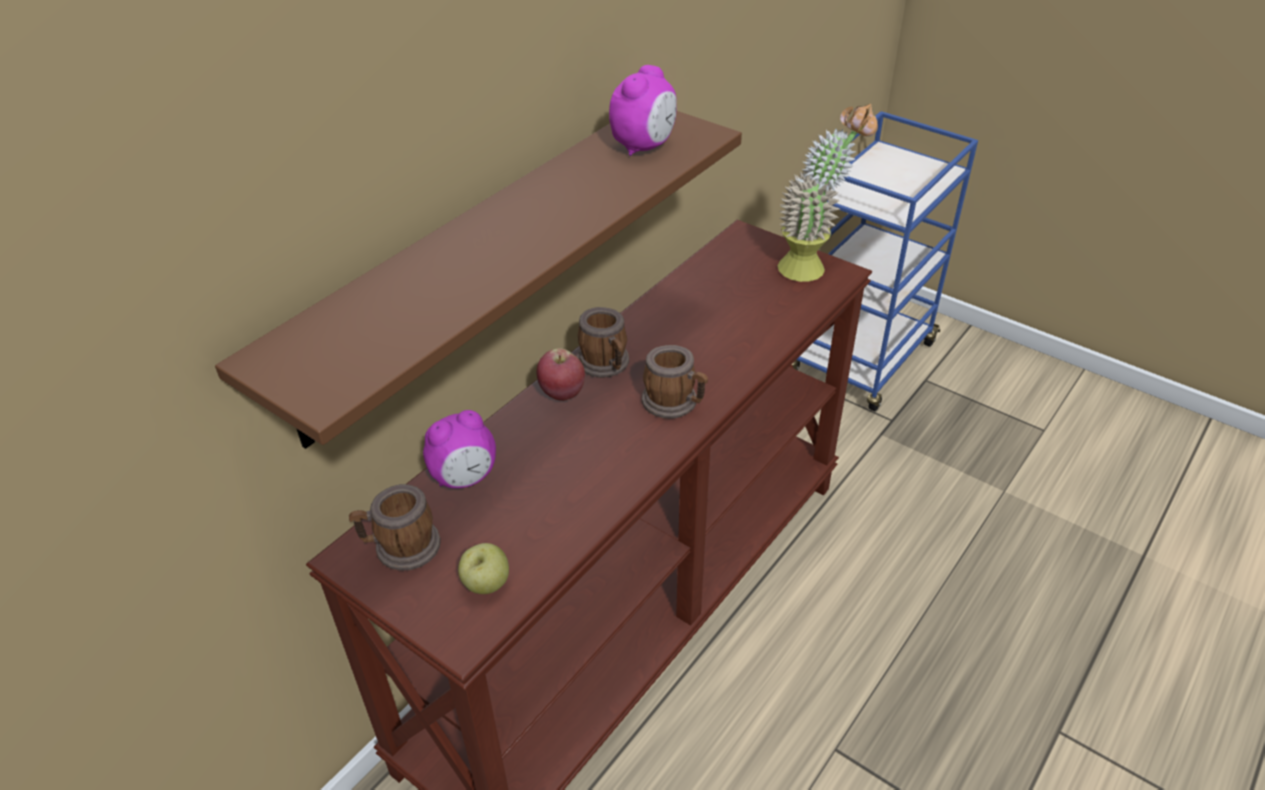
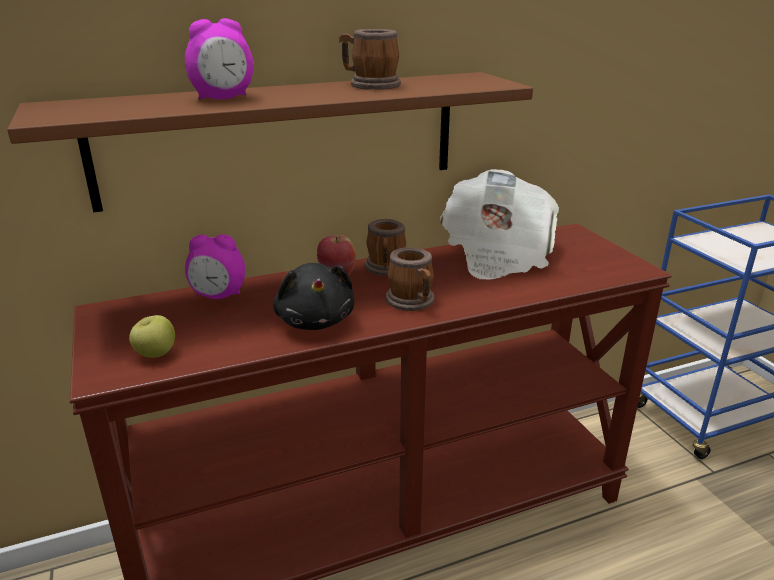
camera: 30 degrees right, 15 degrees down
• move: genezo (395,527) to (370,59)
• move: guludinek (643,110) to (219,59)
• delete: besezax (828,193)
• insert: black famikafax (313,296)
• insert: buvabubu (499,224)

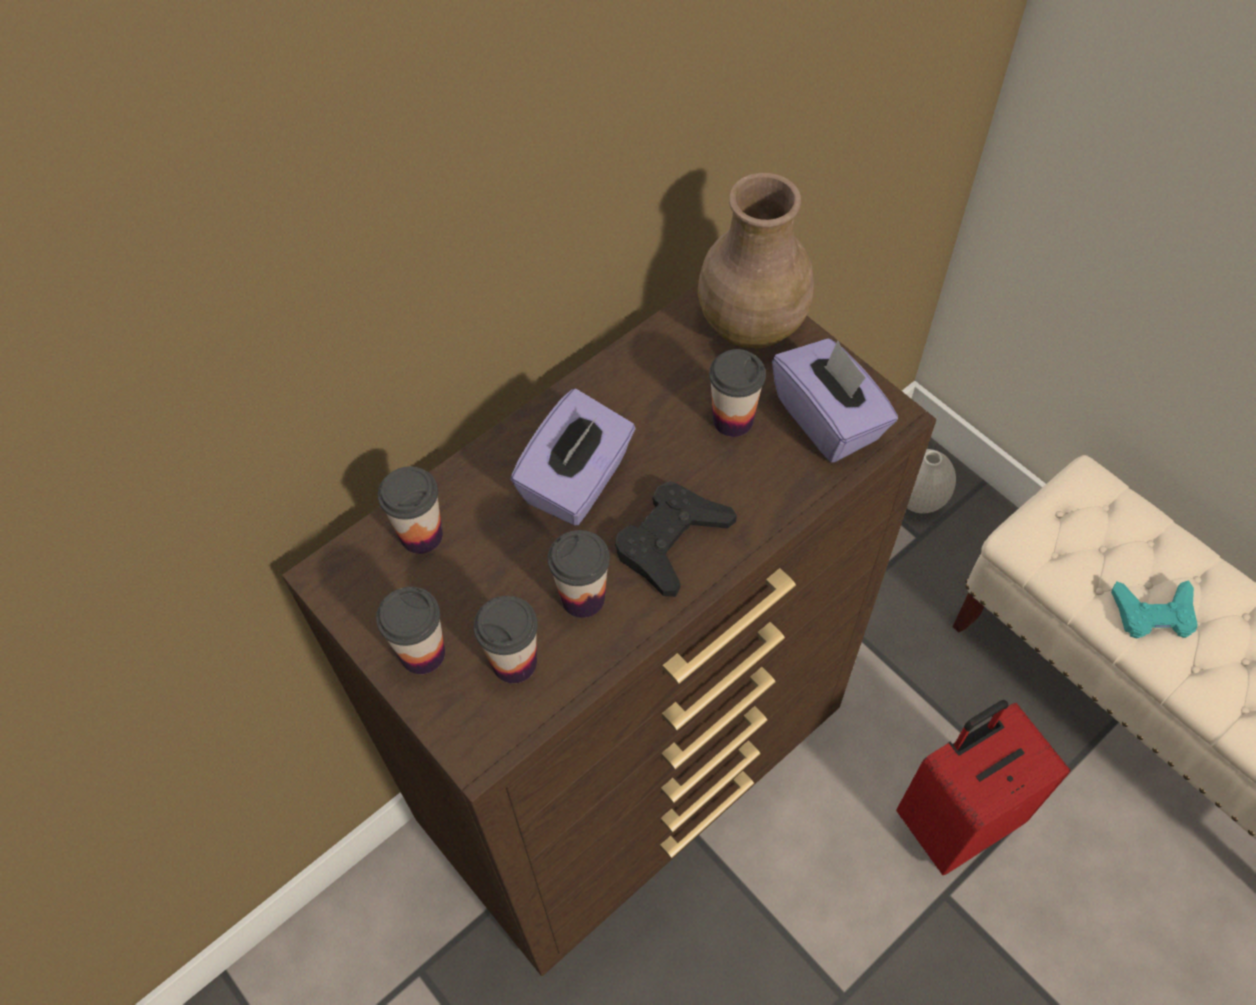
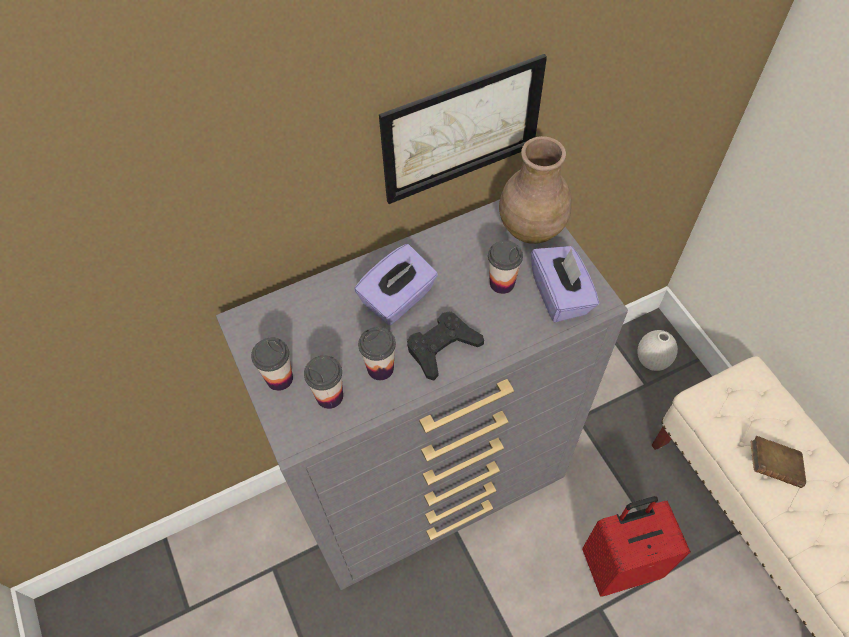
camera: 15 degrees right, 0 degrees up
• recolor: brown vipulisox (609,630) to grey vipulisox (422,395)
• delete: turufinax (410,510)
• replace: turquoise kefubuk (1154,609) to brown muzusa (778,462)
• insert: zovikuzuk (463,129)

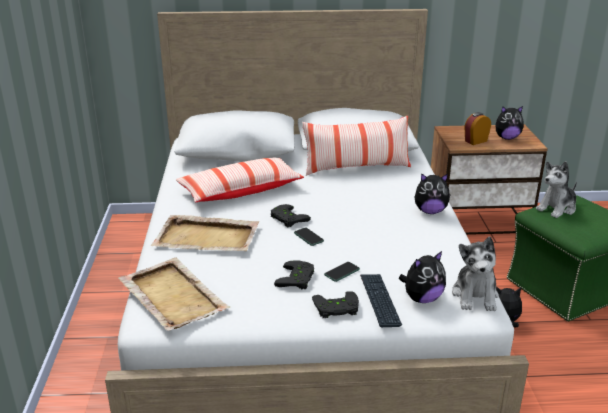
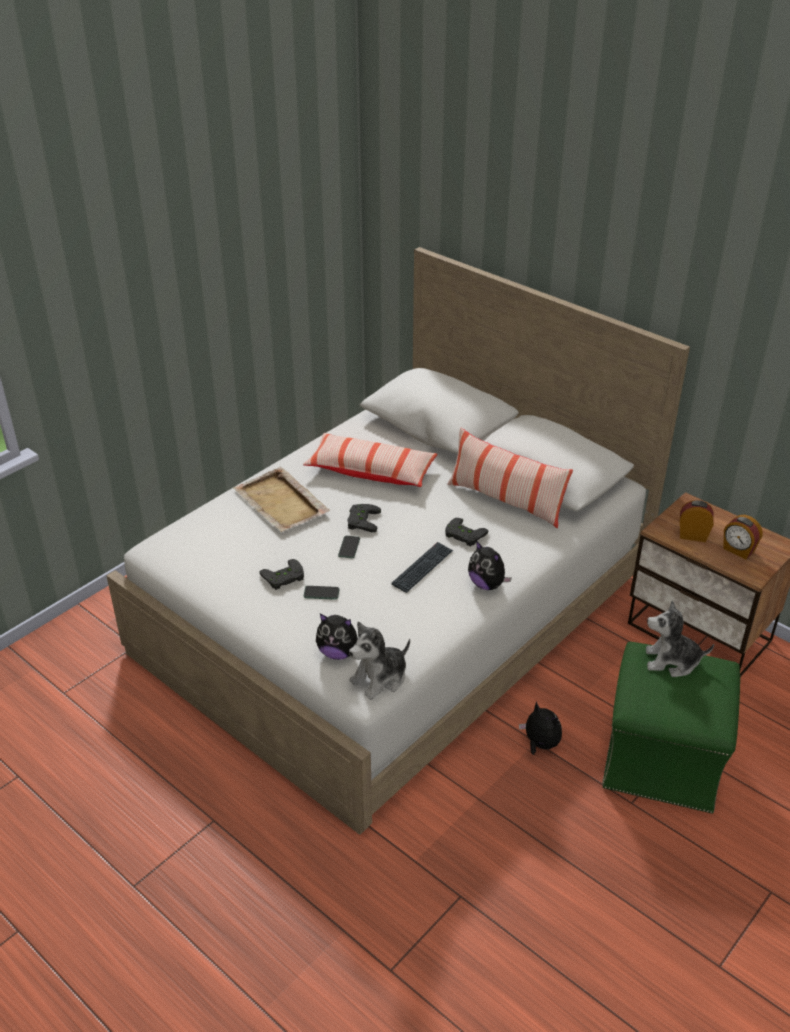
camera: 45 degrees right, 10 degrees up
• delete: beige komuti (174,294)
• move: black kefubuk (335,305) to (466,532)
• move: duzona (381,300) to (422,567)
• replace: famikafax (509,123) to guludinek (743,537)

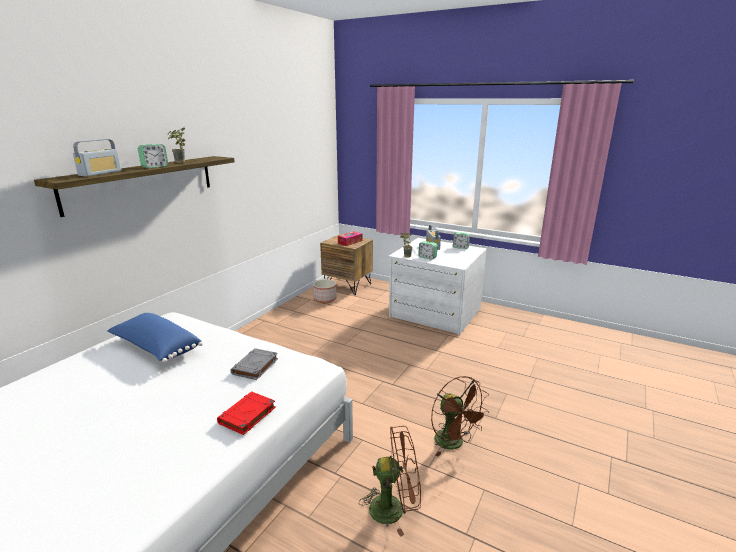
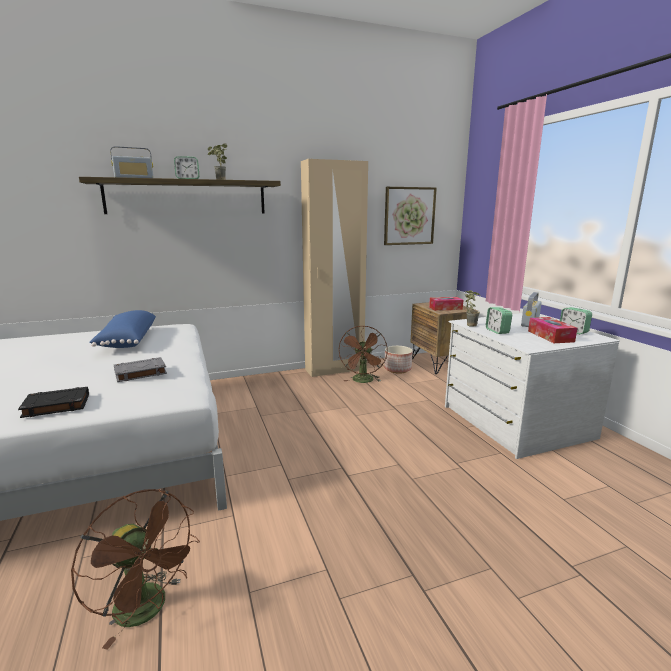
camera: 40 degrees right, 5 degrees down
• recolor: red muzusa (246,413) to black muzusa (53,402)
• move: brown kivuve (460,416) to (363,354)
• insert: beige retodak (334,268)
• insert: zovikuzuk (410,216)
• insert: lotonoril (552,330)

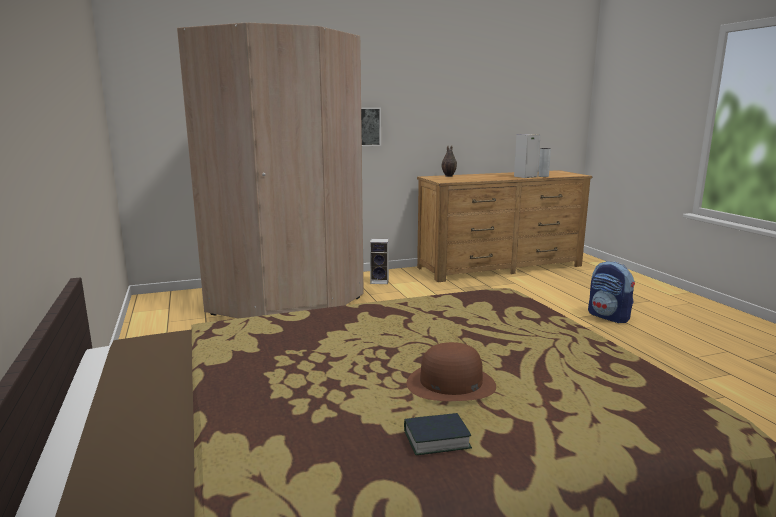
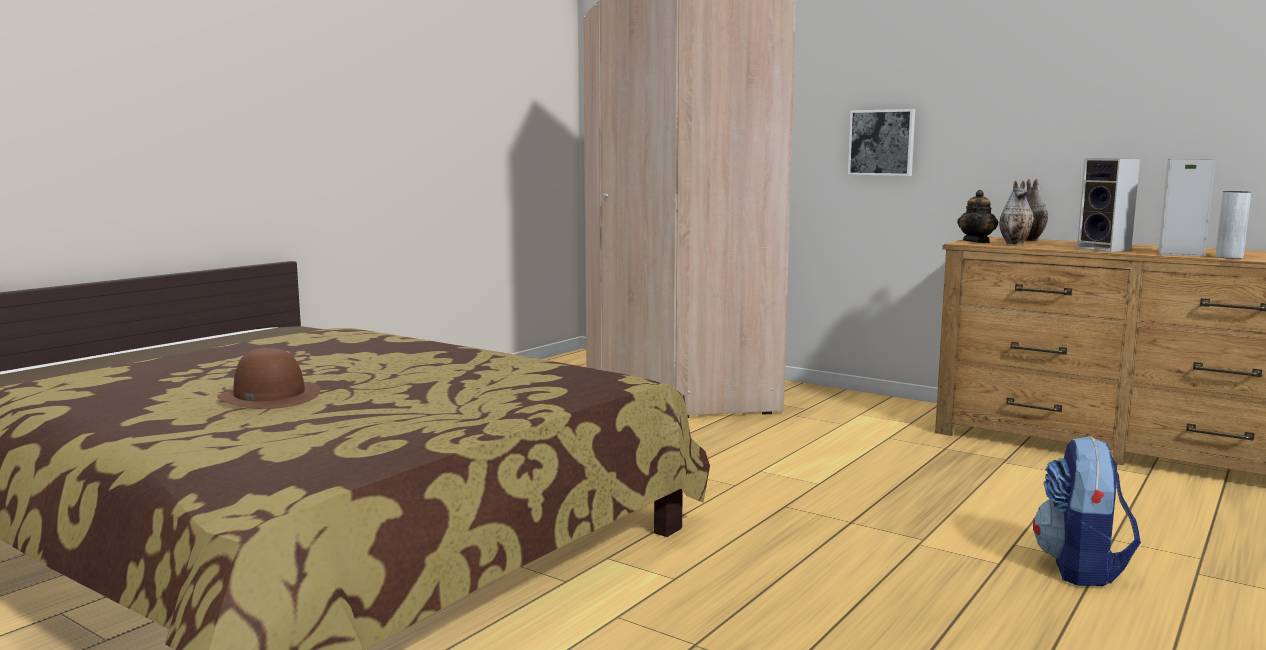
camera: 55 degrees right, 5 degrees down
• move: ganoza (379,261) to (1108,205)
• delete: muzusa (438,434)
• insert: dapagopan (977,216)
• insert: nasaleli (1016,213)

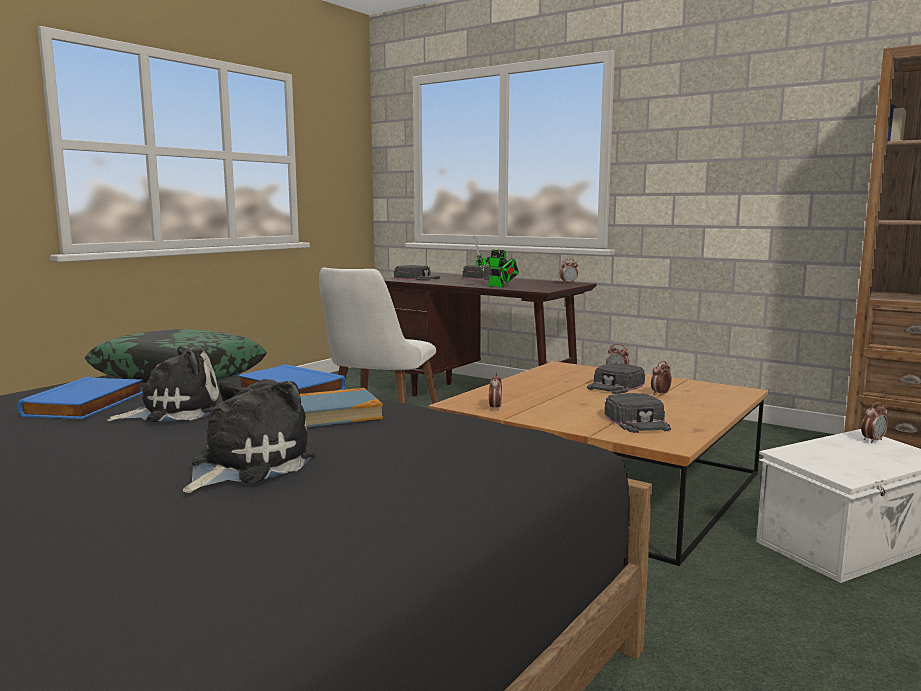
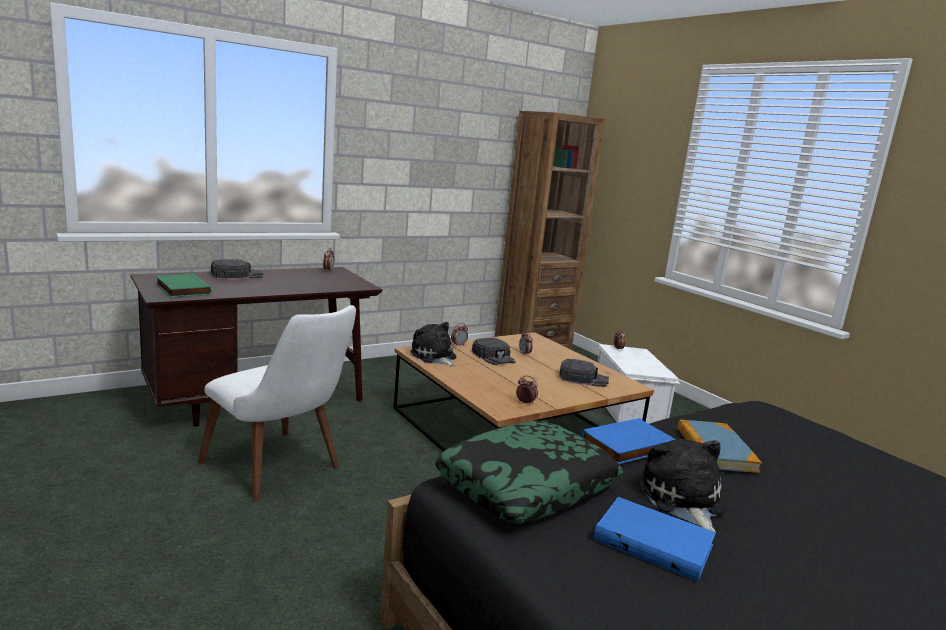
camera: 70 degrees left, 5 degrees up
• move: famikafax (249,436) to (433,344)
• replace: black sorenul (417,273) to green muzusa (183,286)
• delete: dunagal (496,261)

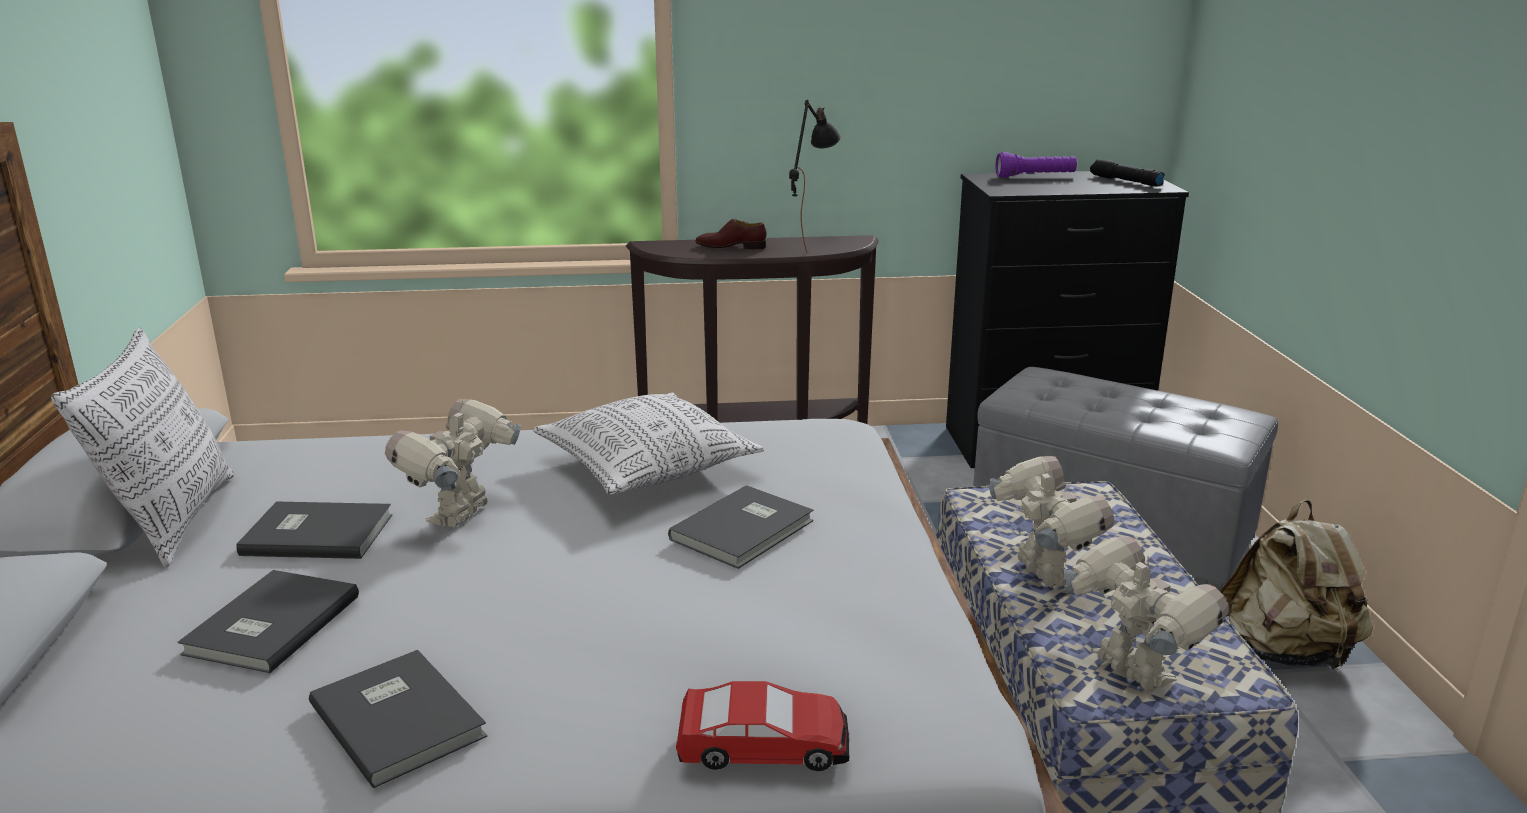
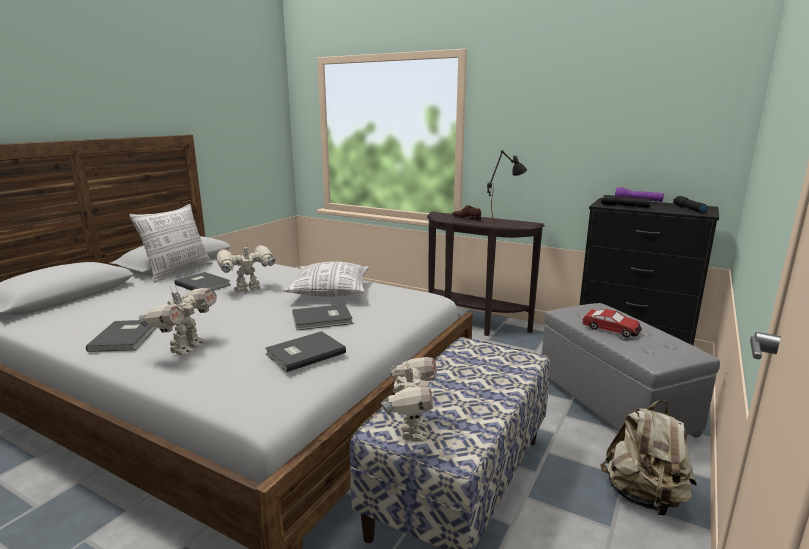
camera: 35 degrees right, 5 degrees down
• move: grey muzusa (268,621) to (305,351)
• move: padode (763,726) to (612,323)
• move: dunagal (1051,521) to (178,320)
• insert: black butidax (626,201)

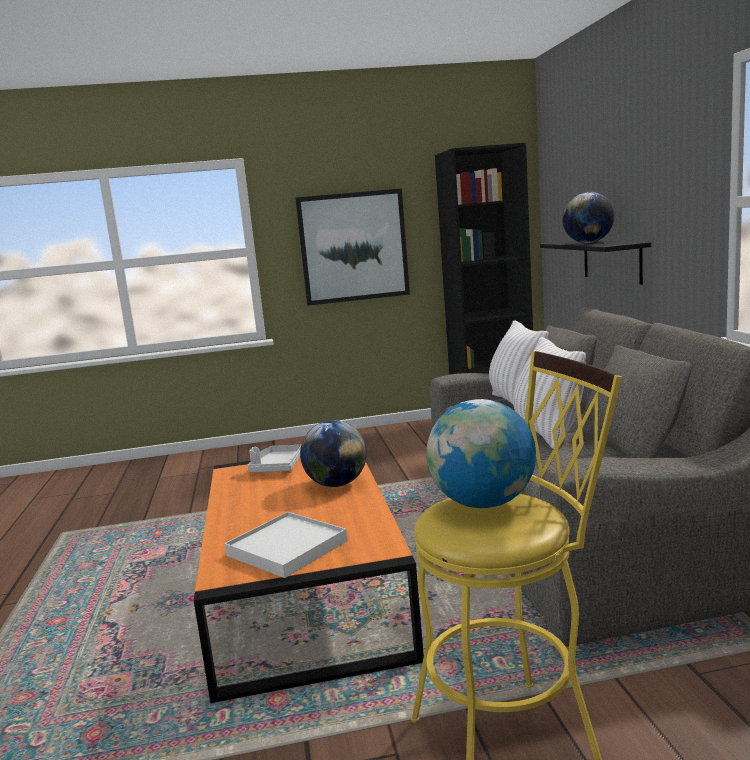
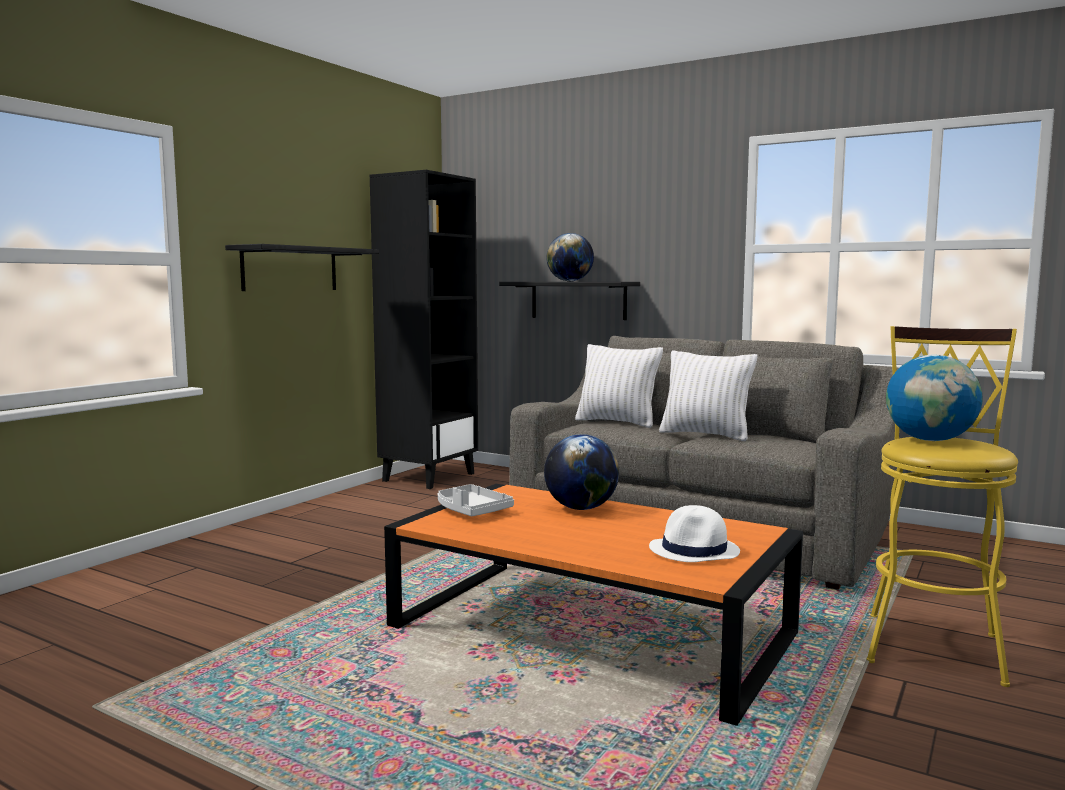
camera: 50 degrees left, 5 degrees down
• replace: white komuti (286,545) to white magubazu (694,533)
• replace: zovikuzuk (352,247) to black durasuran (302,267)

